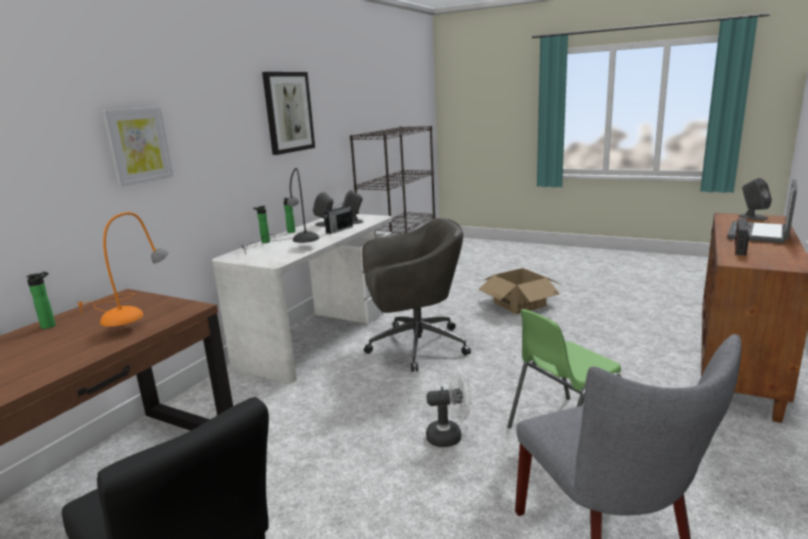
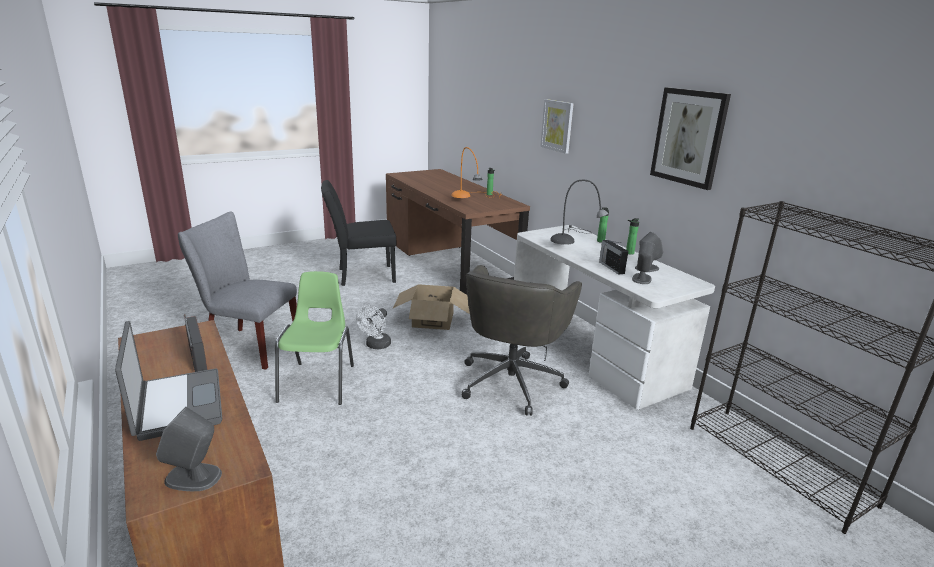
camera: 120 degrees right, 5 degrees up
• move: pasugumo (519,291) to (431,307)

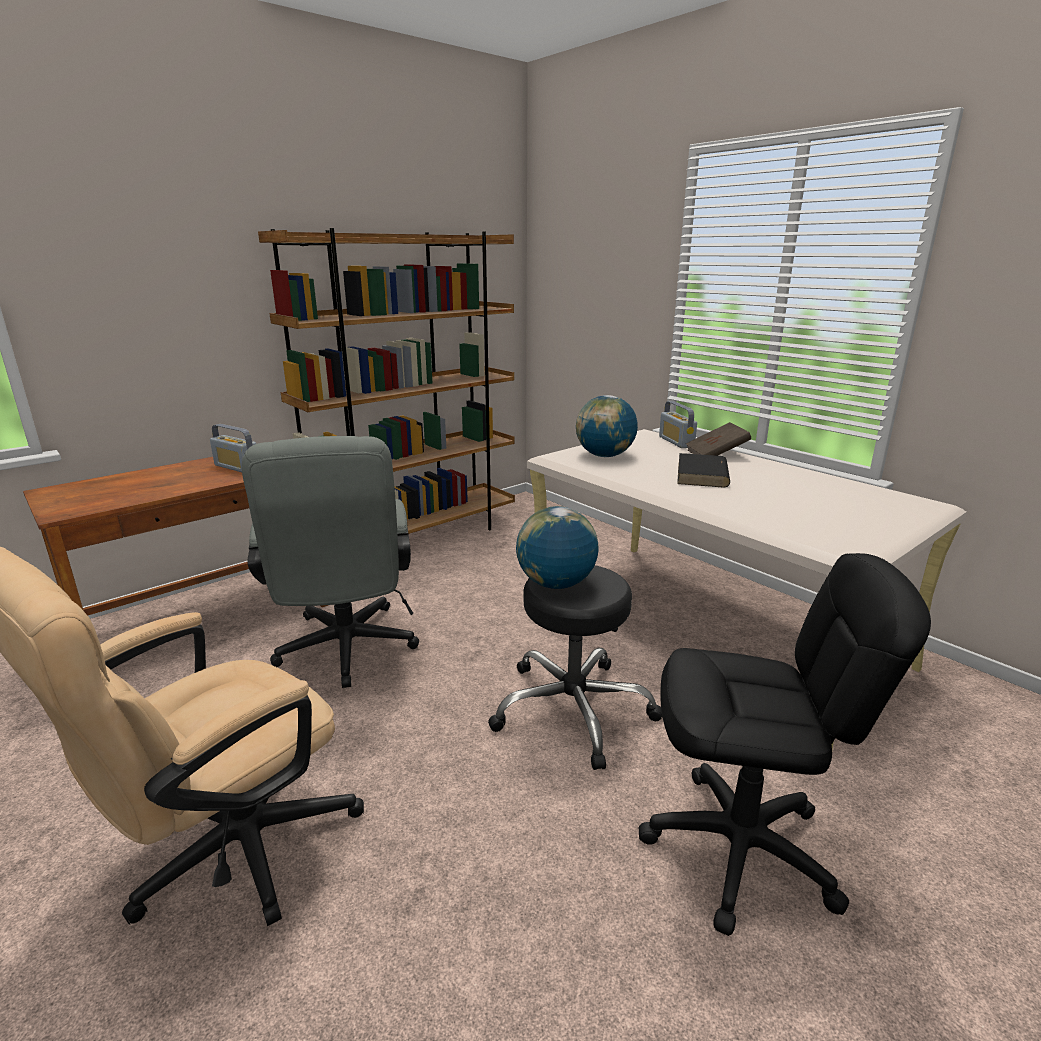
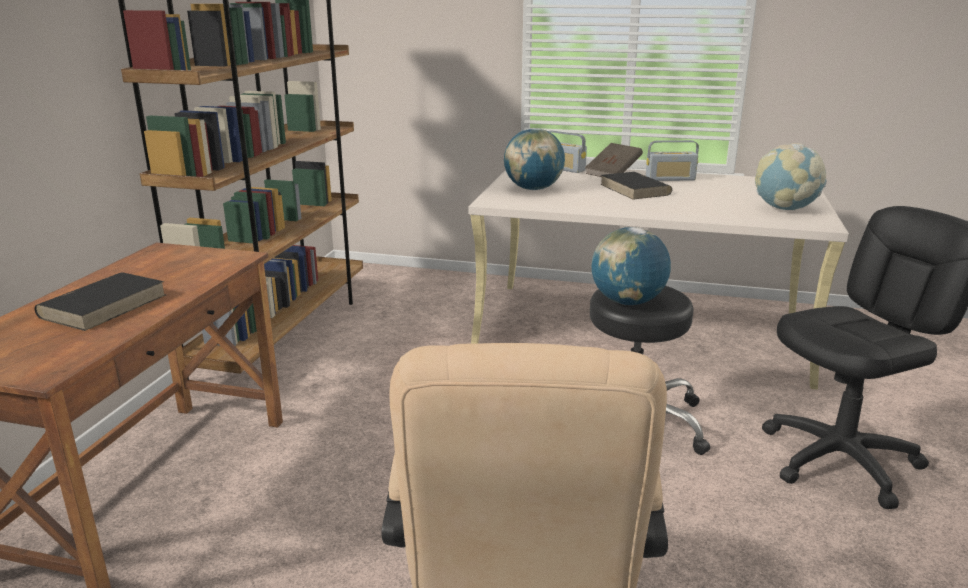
camera: 35 degrees left, 0 degrees up
• move: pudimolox (233,448) to (672,160)
• delete: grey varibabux (330,562)
• insert: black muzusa (100,301)
• insert: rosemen (791,176)

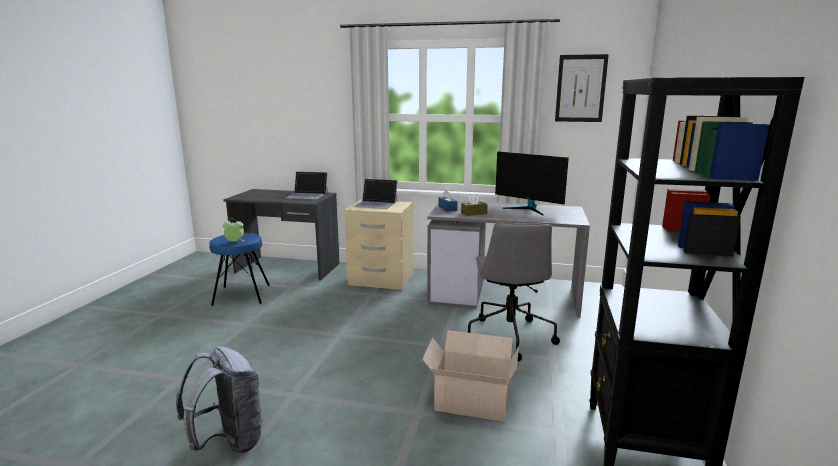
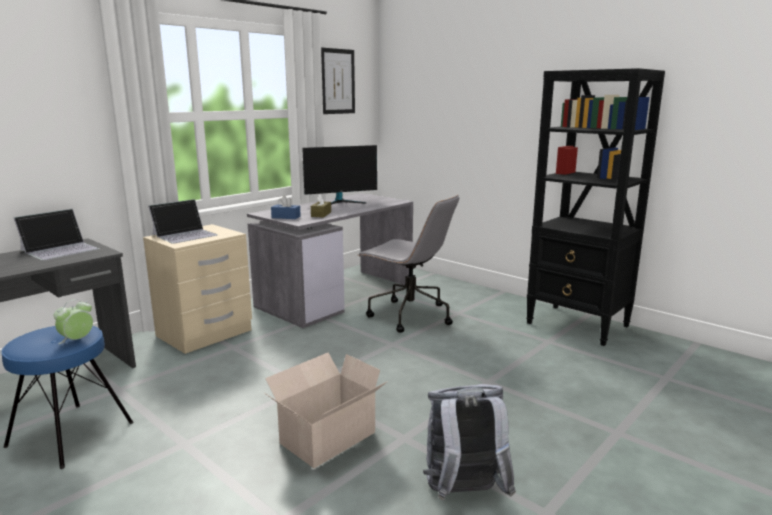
camera: 60 degrees left, 0 degrees up
• move: pasugumo (470,376) to (326,410)

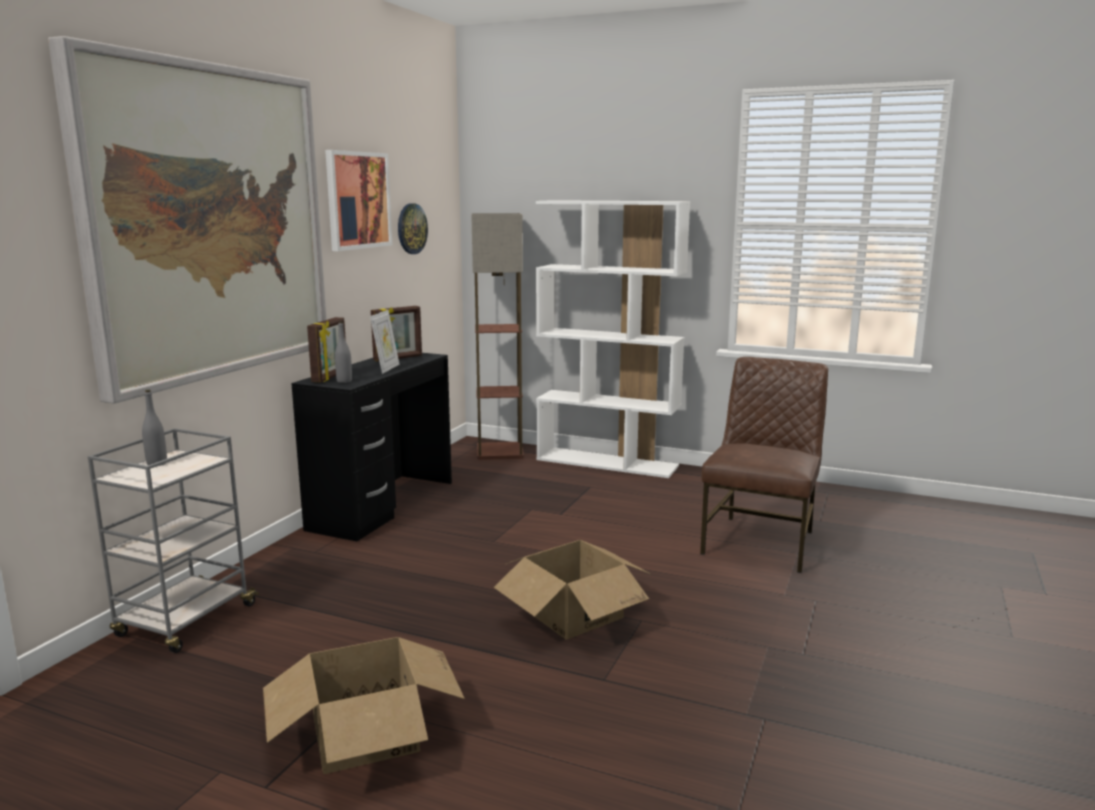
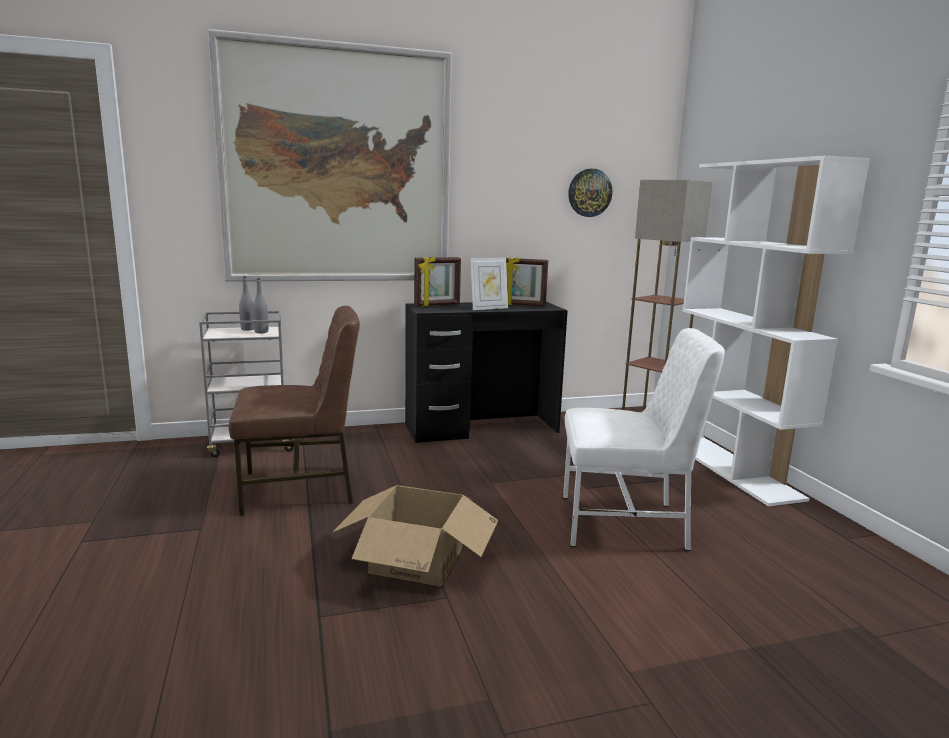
camera: 50 degrees right, 0 degrees up
• delete: pasugumo (364,705)
• delete: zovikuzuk (358,200)
• move: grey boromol (343,352) to (261,305)
• move: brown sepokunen (764,465) to (294,411)
• insert: white sepokunen (644,439)

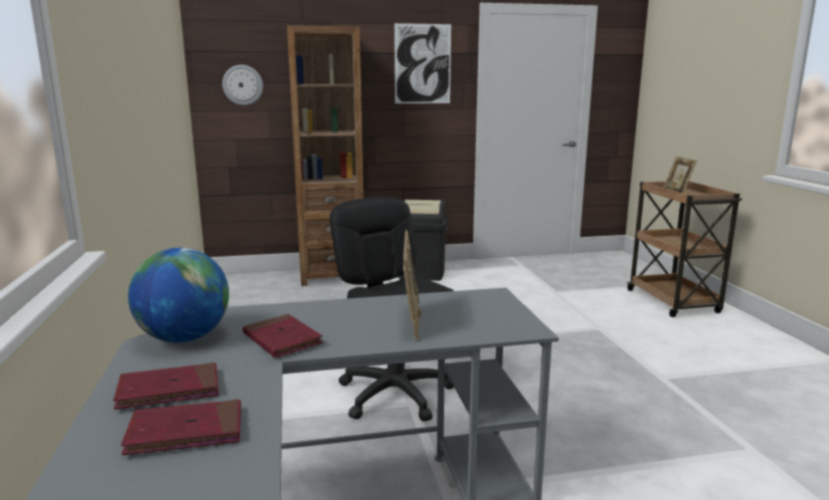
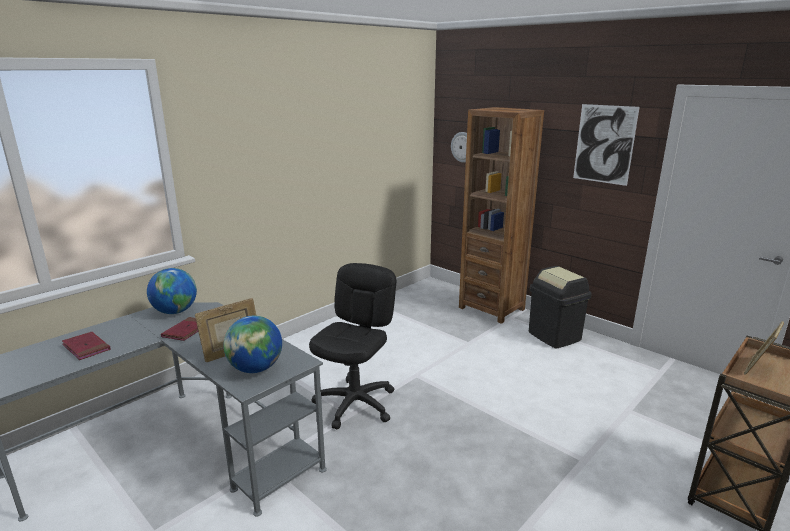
camera: 55 degrees right, 5 degrees up
• delete: red muzusa (166,385)
• insert: rosemen (252,344)

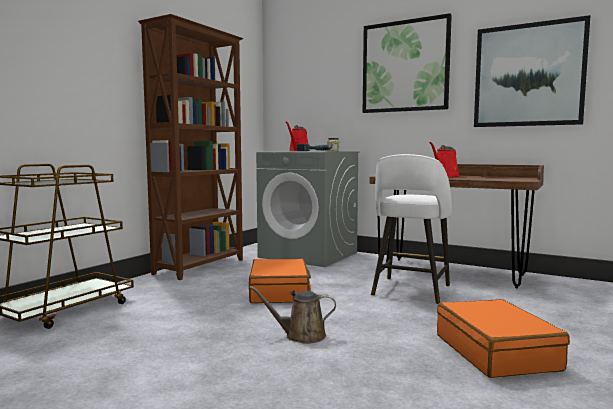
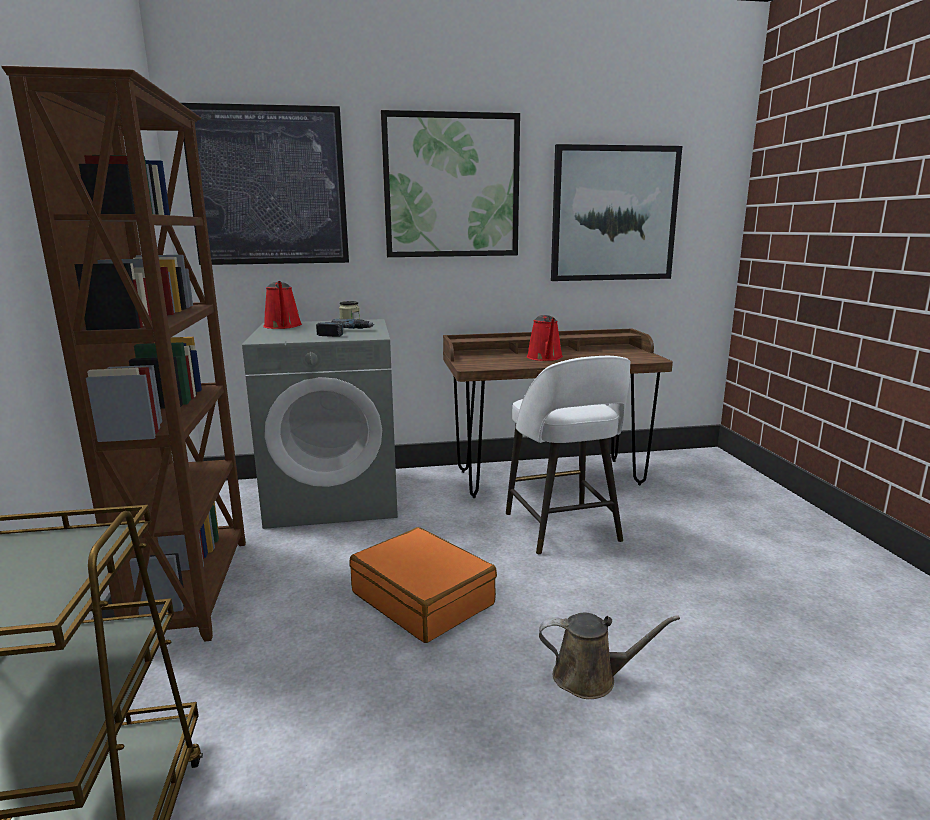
camera: 40 degrees left, 10 degrees up
• rotate: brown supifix (292,315) = (609,656) 135 degrees counterclockwise
• delete: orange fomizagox (503,338)
• insert: zovikuzuk (265,184)

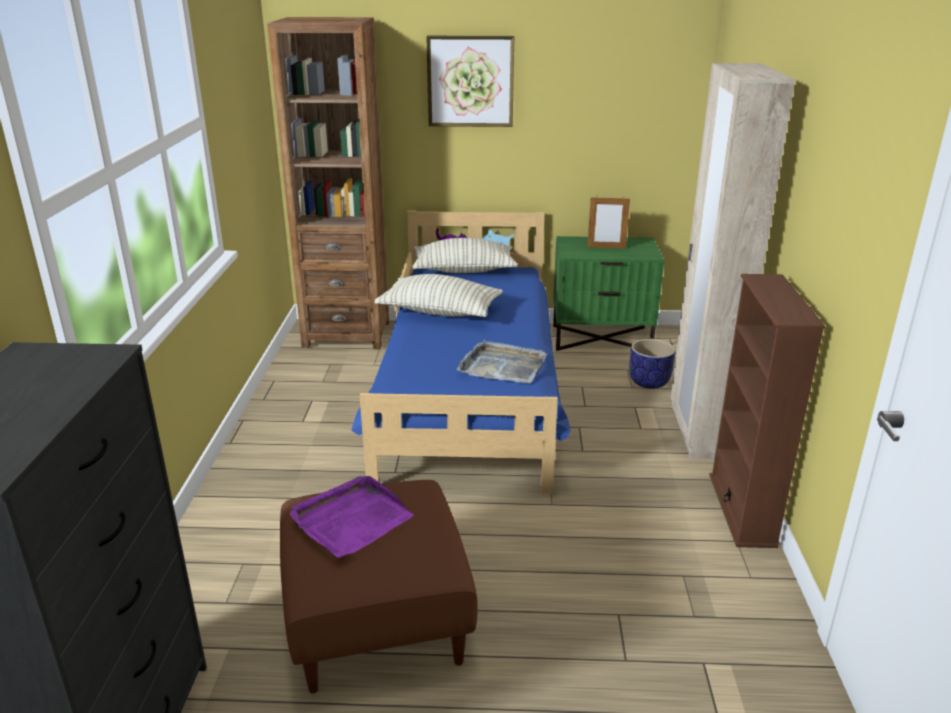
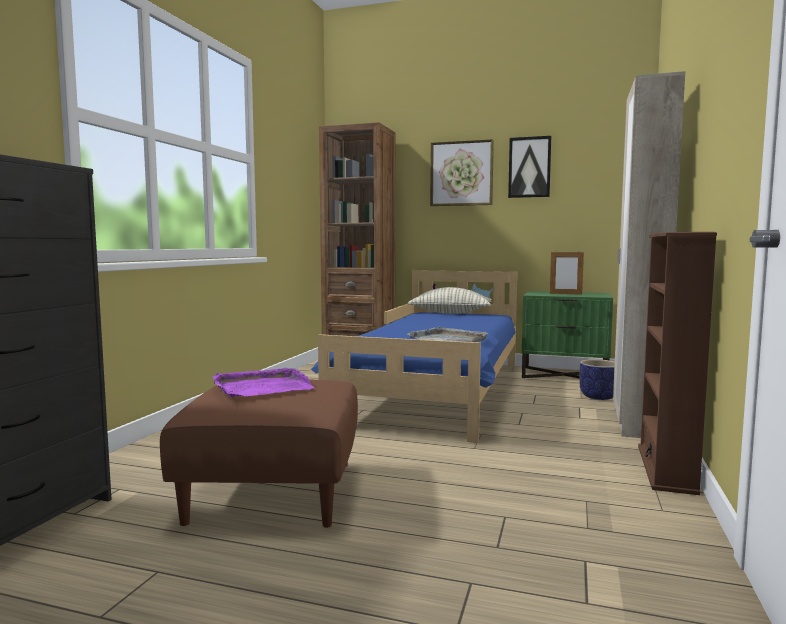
camera: 15 degrees right, 20 degrees down
• delete: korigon (438,295)
• insert: zovikuzuk (529,167)

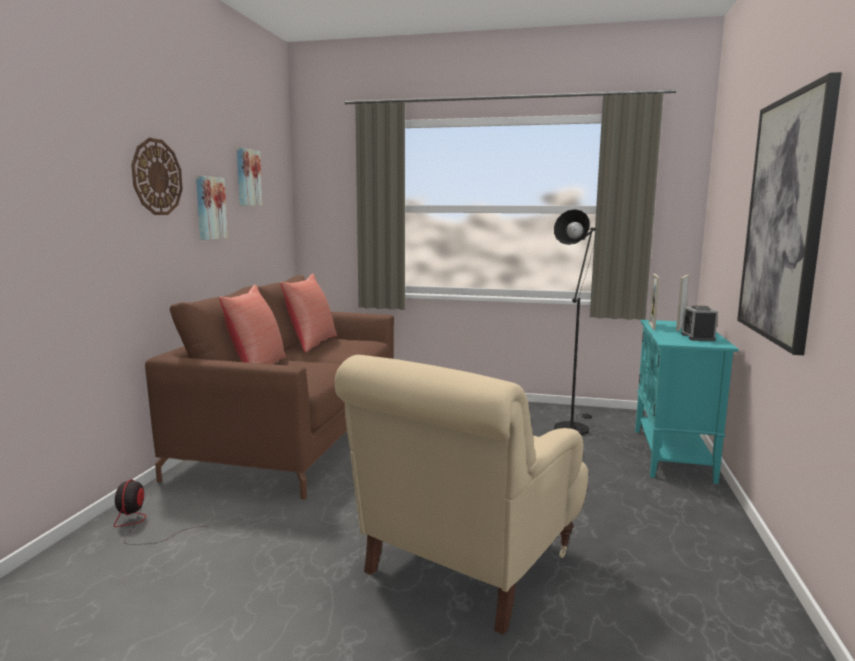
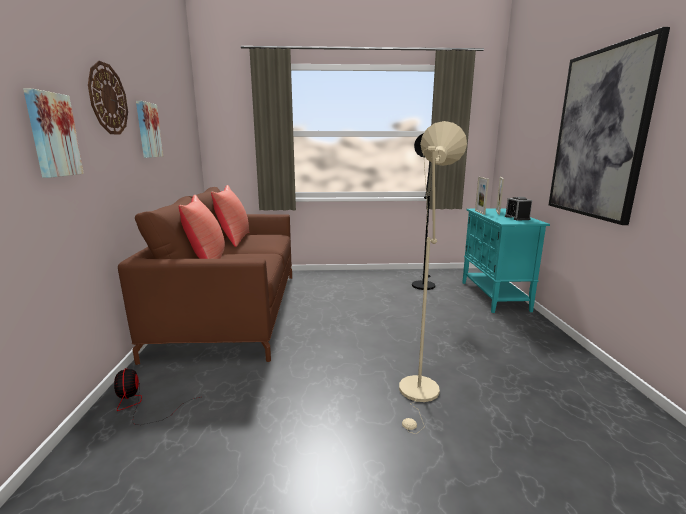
camera: 15 degrees left, 5 degrees up
• move: zovikuzuk (250,176) to (53,133)
• replace: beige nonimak (461,495) to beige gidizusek (433,277)

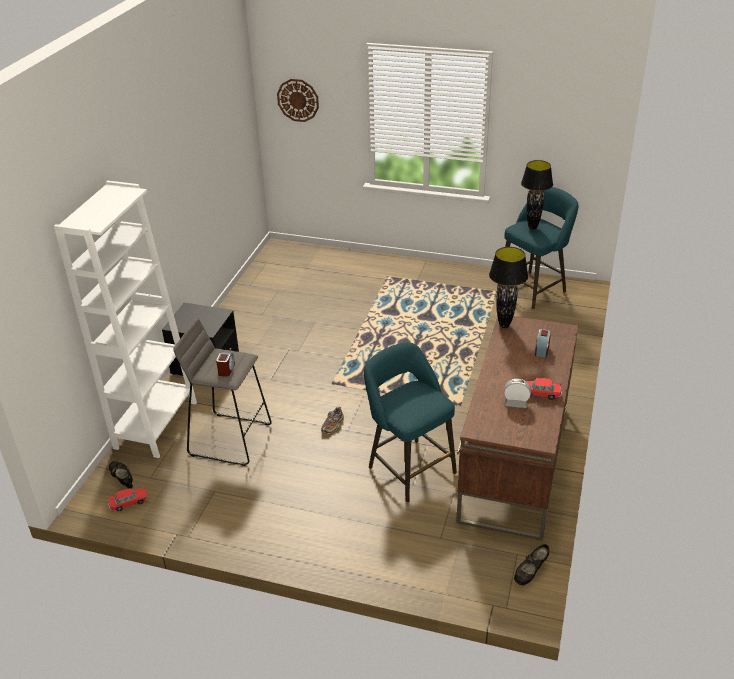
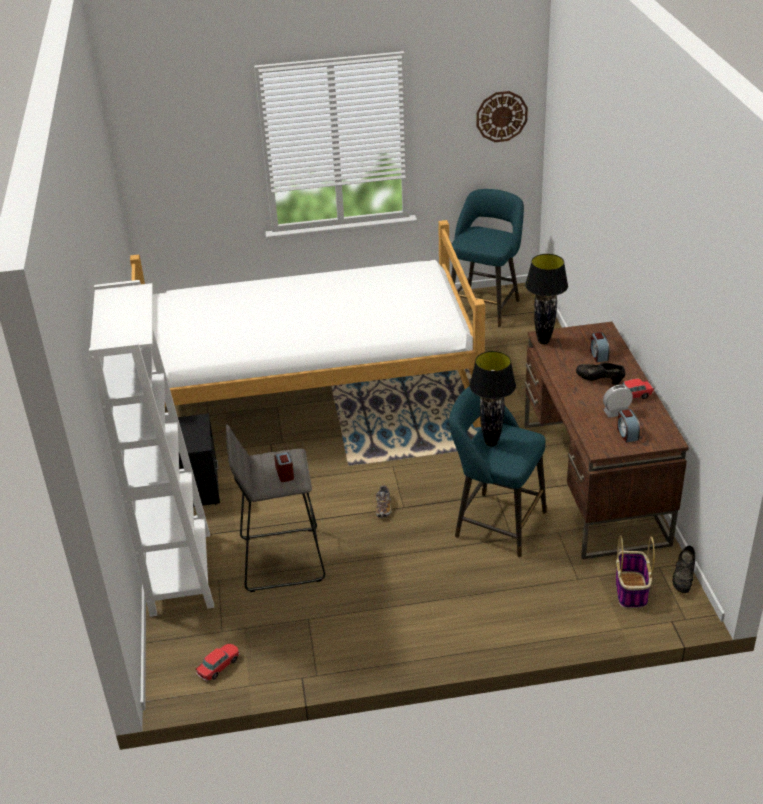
camera: 25 degrees left, 0 degrees up
• move: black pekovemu (121,475) to (600,373)
• move: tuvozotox (298,100) to (502,116)
• move: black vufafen (537,195) to (492,398)
• insert: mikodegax (307,324)
• insert: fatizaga (635,572)
• insert: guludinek (628,426)

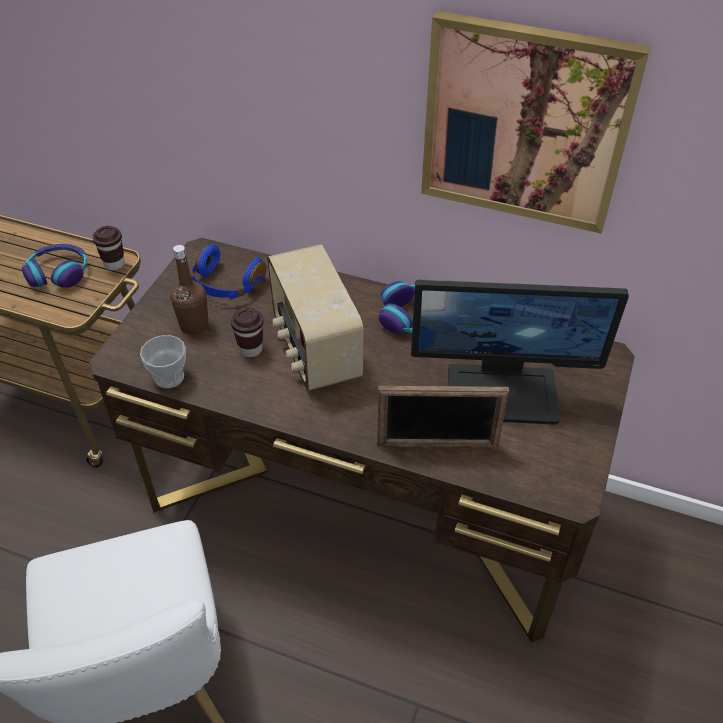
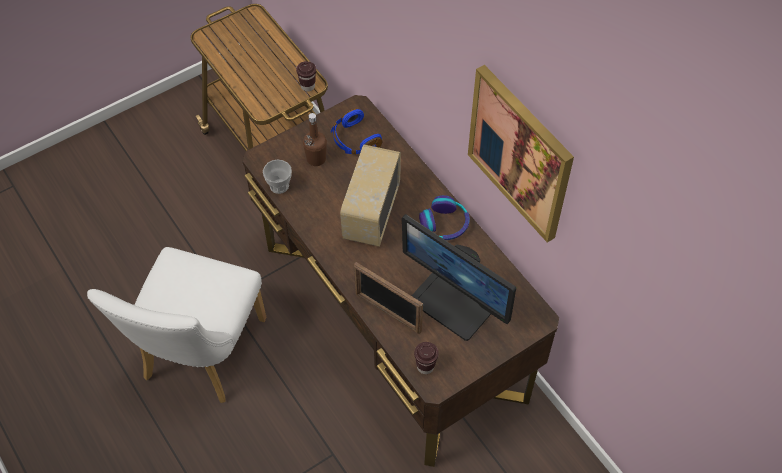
camera: 35 degrees right, 10 degrees up
• delete: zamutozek (54,266)
• move: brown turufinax (247,332) to (426,358)

